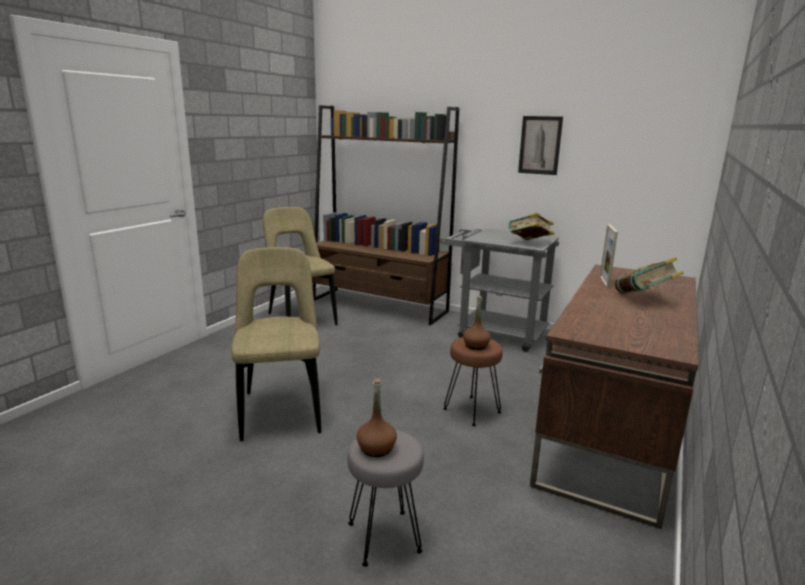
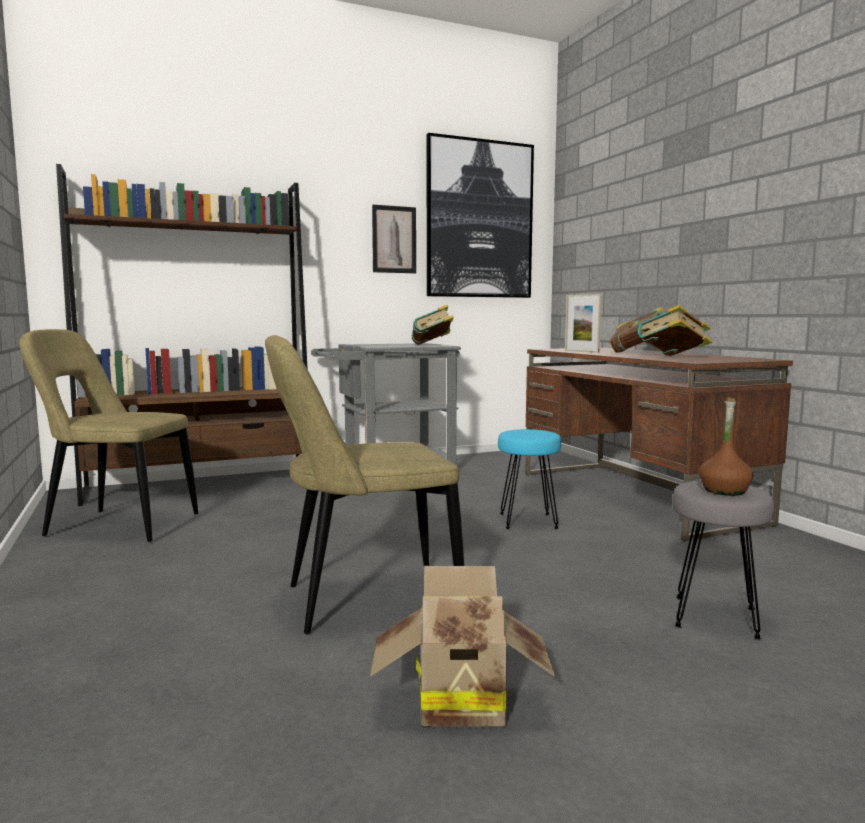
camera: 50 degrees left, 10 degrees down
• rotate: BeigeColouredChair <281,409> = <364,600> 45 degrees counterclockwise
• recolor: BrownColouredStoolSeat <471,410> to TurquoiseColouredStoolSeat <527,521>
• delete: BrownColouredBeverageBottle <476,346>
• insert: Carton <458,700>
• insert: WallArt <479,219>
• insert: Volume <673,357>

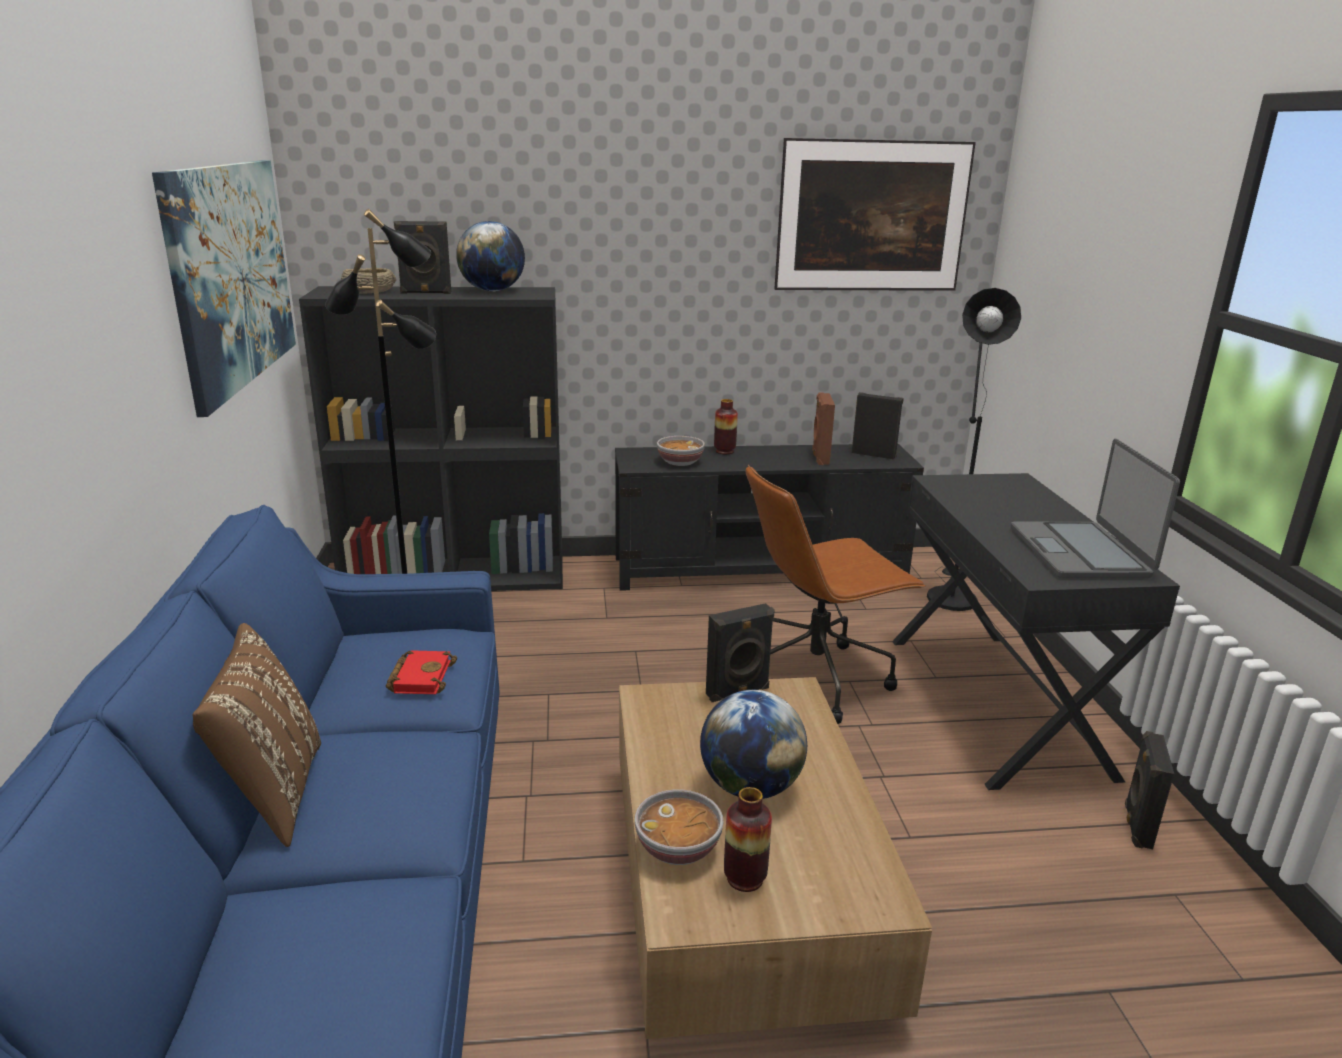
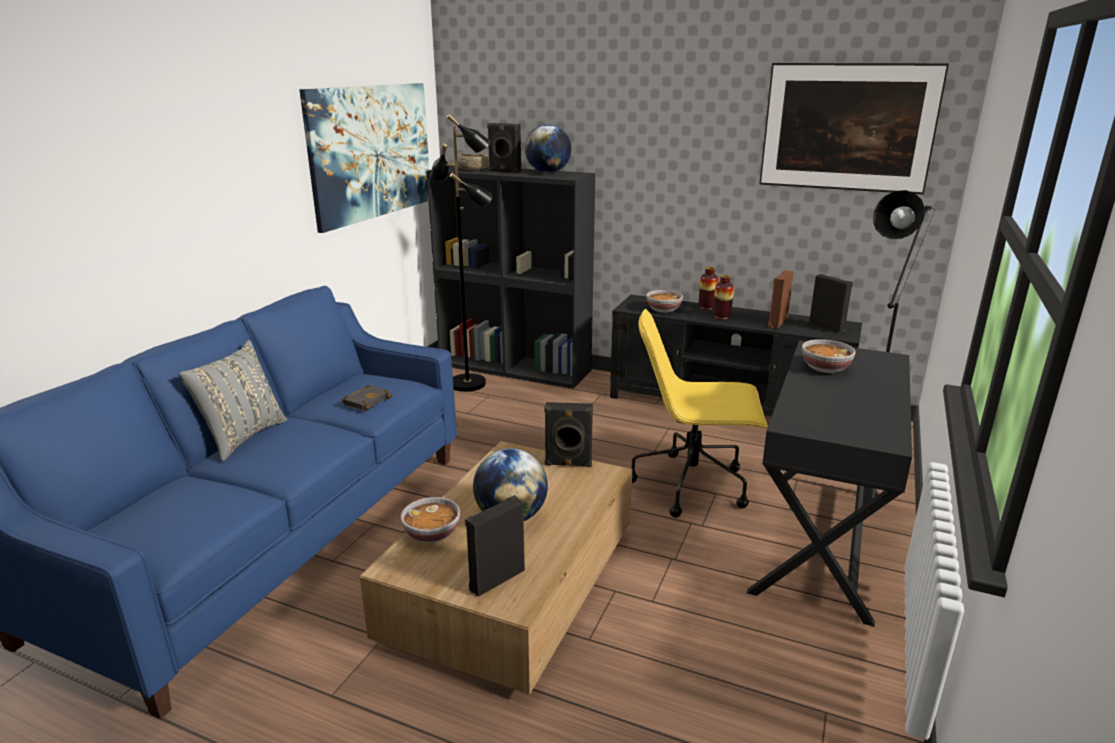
camera: 30 degrees right, 0 degrees up
• recolor: BrownColouredPillow <273,794> to GreyPillow <242,437>
• recolor: RedColouredVolume <420,676> to BlackVolume <367,401>
• move: DecorativeVase <745,878> to <721,317>
• recolor: BrownColouredComputerChair <816,678> to YellowComputerChair <692,485>
• delete: Laptop <1080,552>
• move: BlackAudioSpeaker <1136,826> to <496,579>
• insert: Bowl <824,368>

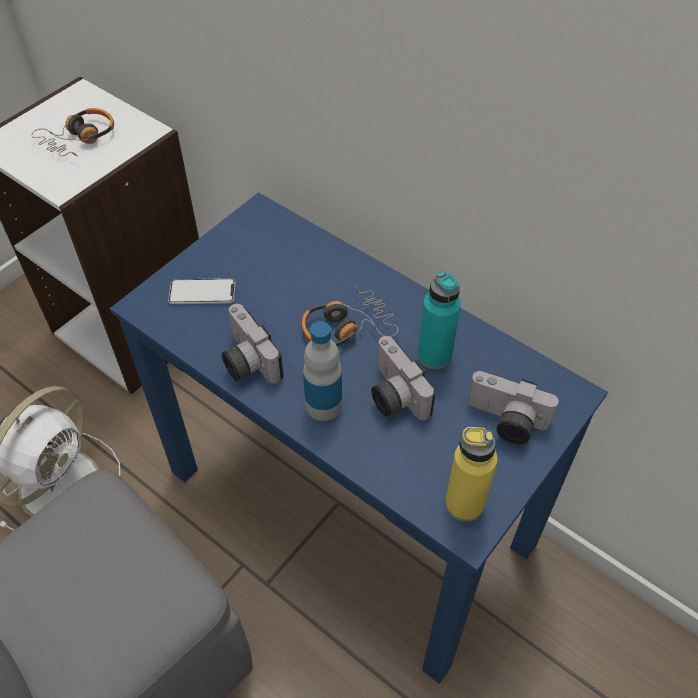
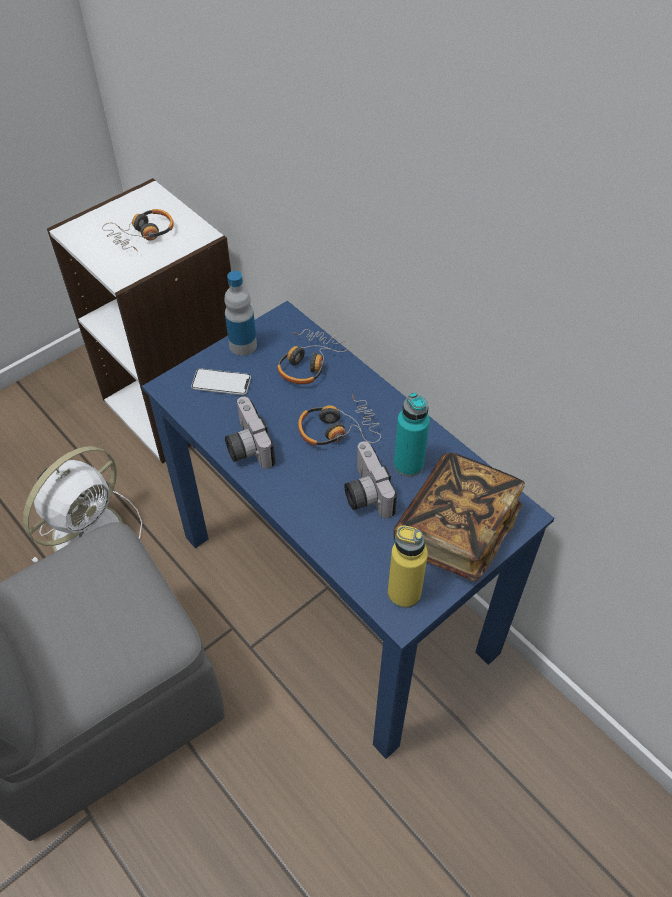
camera: 10 degrees right, 0 degrees up
• move: BeverageBottle <323,405> to <243,345>
• replace: PhotoCamera <505,422> to Volume <456,530>
• insert: PairOfHeadphones <308,362>

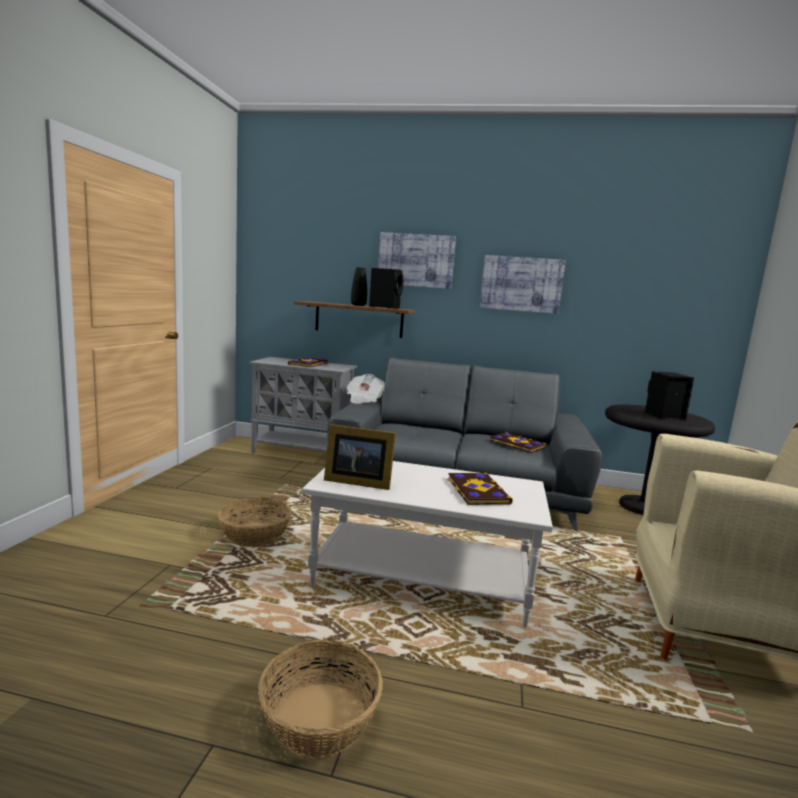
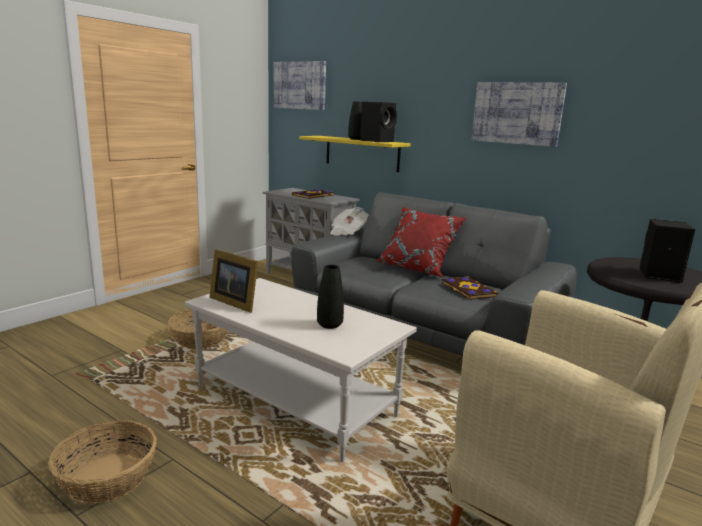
camera: 25 degrees right, 5 degrees up
• recolor: BrownColouredShelf <359,319> to YellowShelf <362,153>
• move: WallArt <416,260> to <299,85>
• replace: Volume <476,491> to BlackDecorativeVase <329,325>
• insert: RedColouredPillow <417,268>

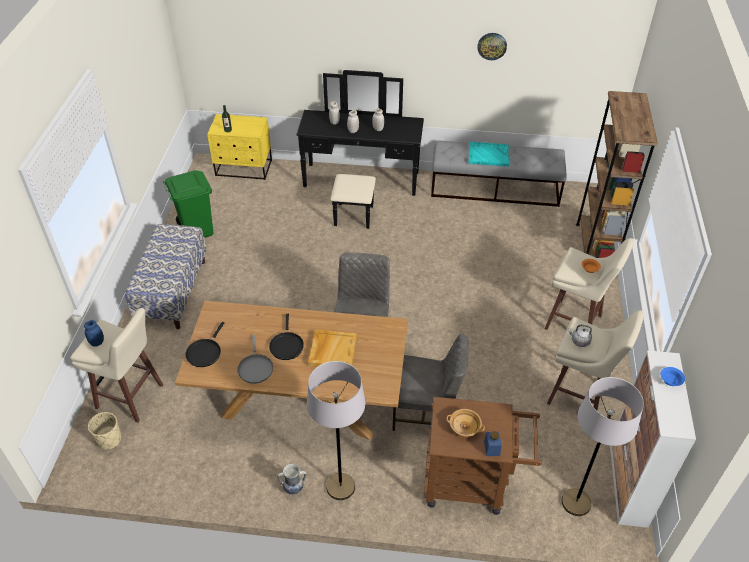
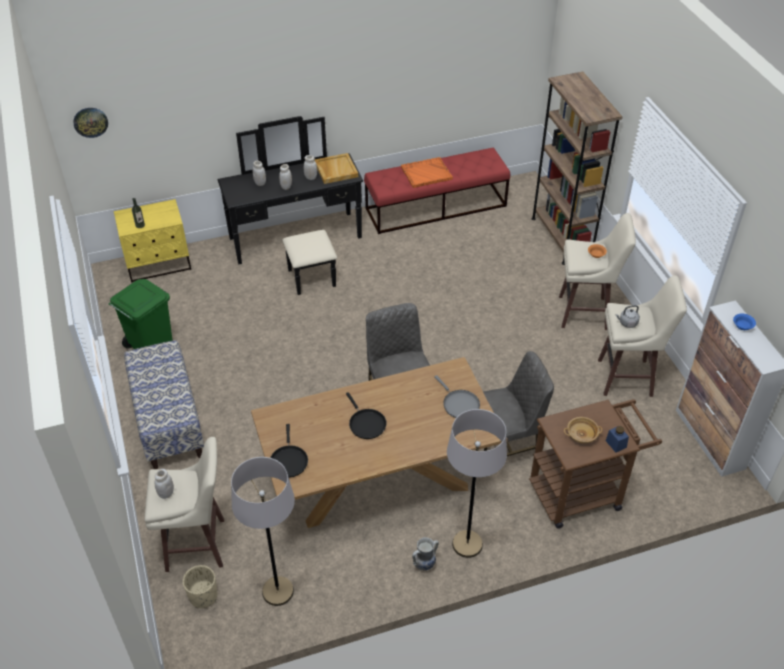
camera: 25 degrees left, 0 degrees up
• recolor: BluishStorageJar <97,342> to WhitishStorageJar <166,493>
• move: GreyPan <255,368> to <459,404>
• move: BeigeColouredServingTray <332,351> to <335,170>
• recolor: GreyBench <495,189> to RedColouredBench <436,207>
• recolor: TurquoiseColouredServingTray <488,155> to OrangeColouredServingTray <426,173>
• move: HangingClock <492,46> to <90,122>
• move: GreyStandingLamp <576,502> to <278,591>

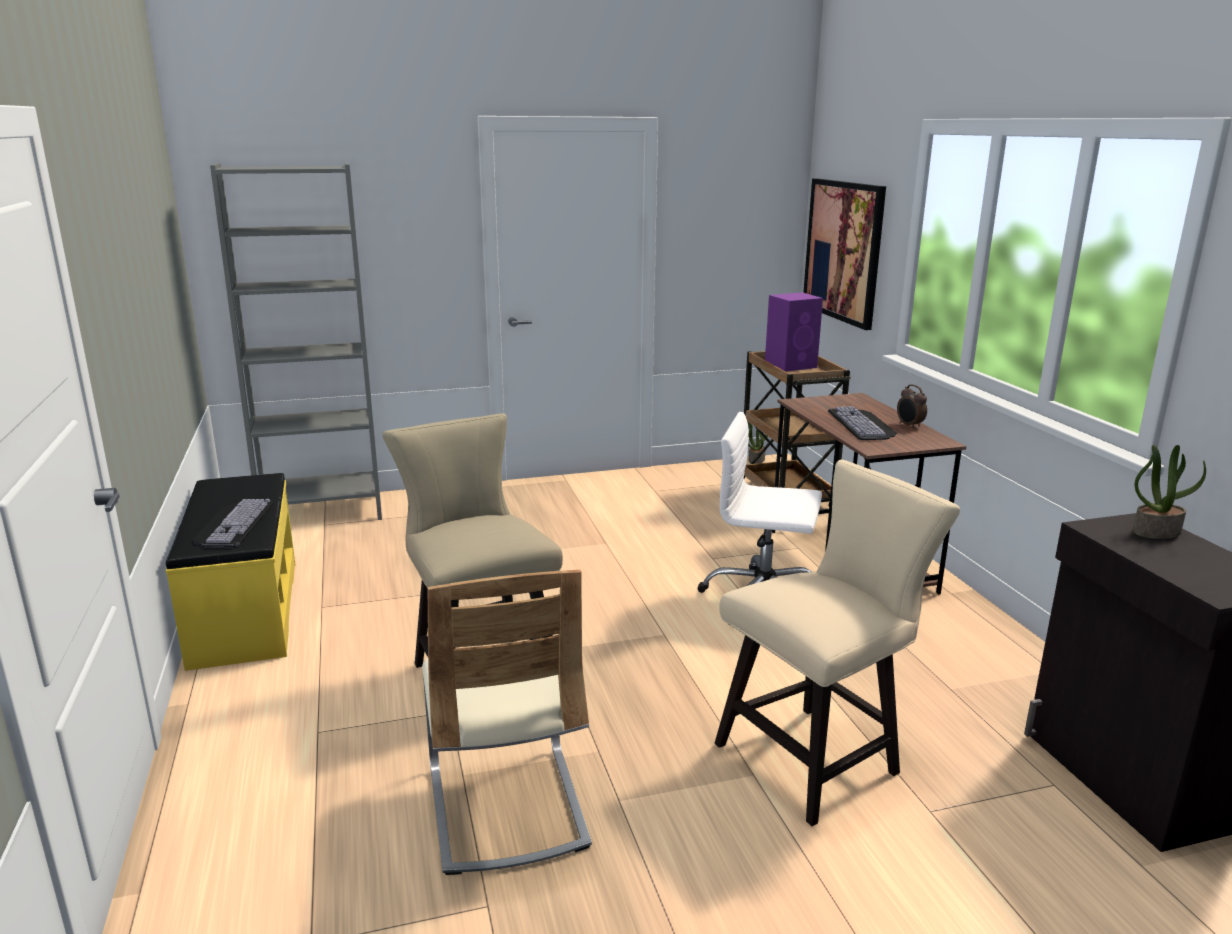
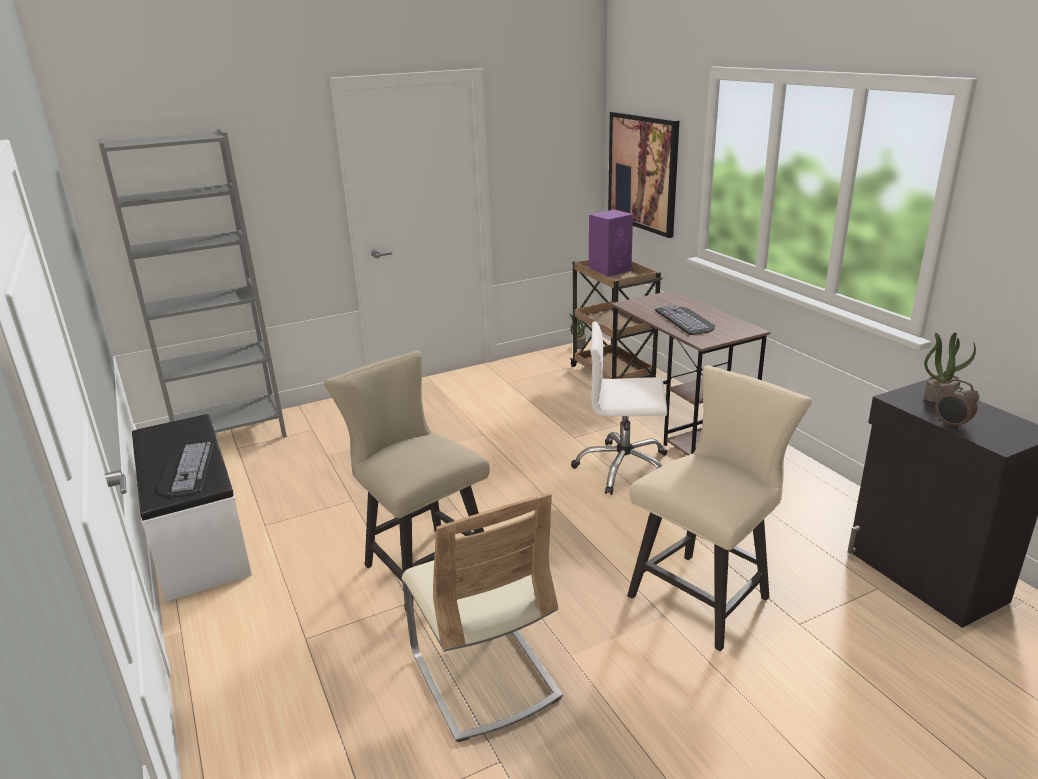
camera: 10 degrees left, 5 degrees up
• recolor: YellowBench <244,612> to WhitishBench <197,539>
• move: BedsideClock <909,426> to <951,425>

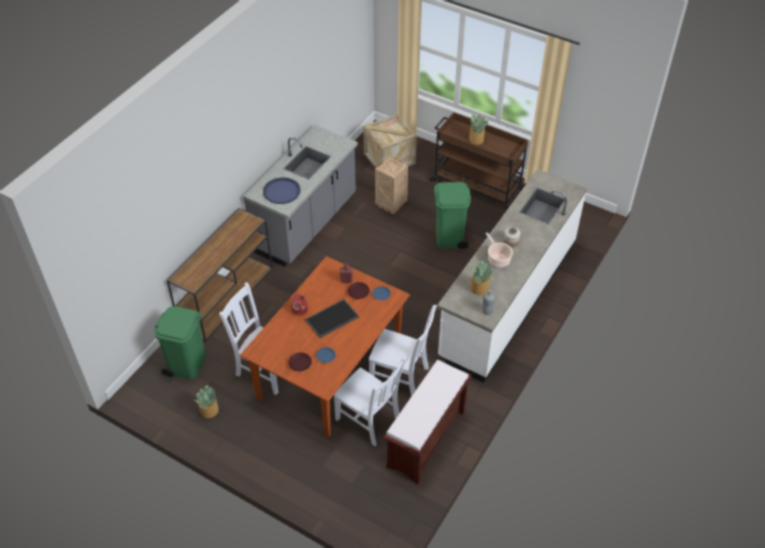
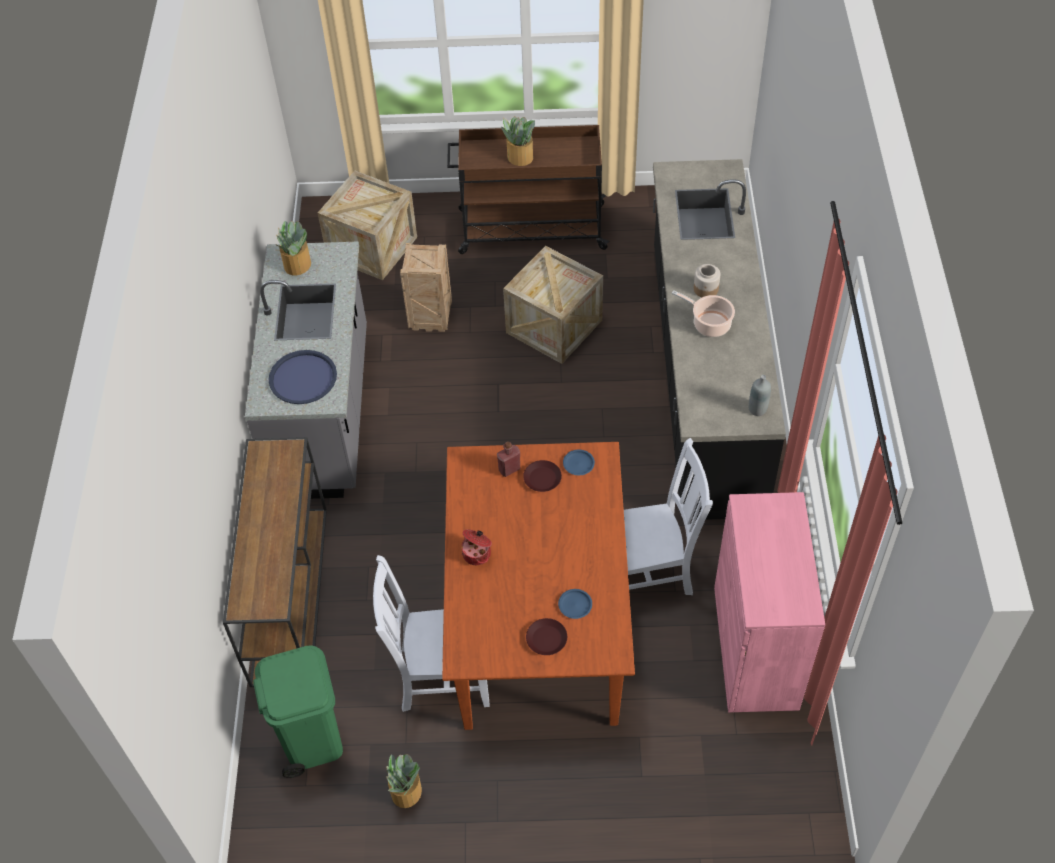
camera: 30 degrees left, 5 degrees up
• delete: ServingTray <332,319>
• delete: WhitishChair <369,420>
• replace: BrownColouredBench <426,440> to PinkishCabinet <755,647>
• replace: GreenTrashCan <449,237> to ShippingCrate <554,326>
• recolor: WhitishCounter <507,299> to BlackCounter <703,377>
• move: PlantInAPot <479,288> to <297,265>

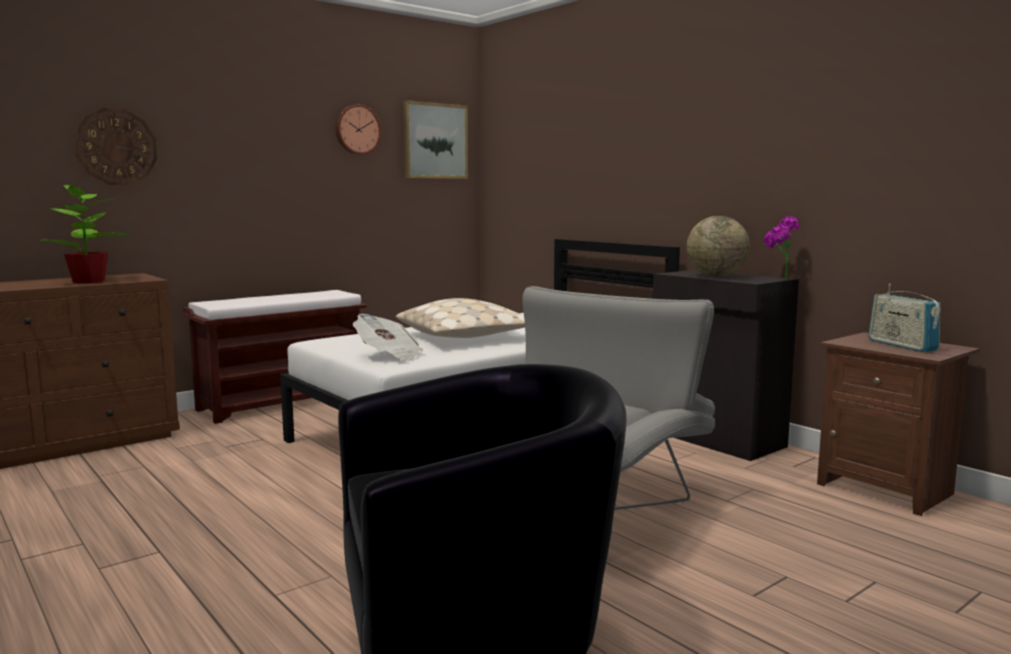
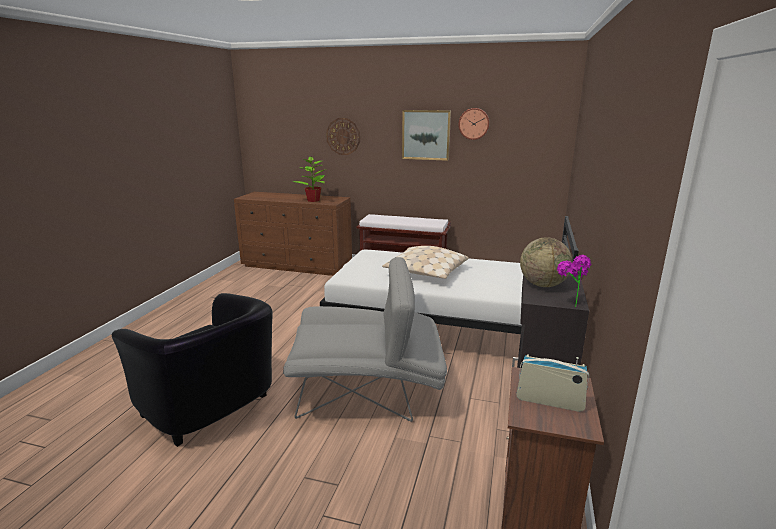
camera: 55 degrees right, 10 degrees up
• delete: DailyPaper <389,356>
• move: WallArt <435,141> to <426,135>
• rotate: RadioSet <901,345> = <549,401> 75 degrees clockwise

